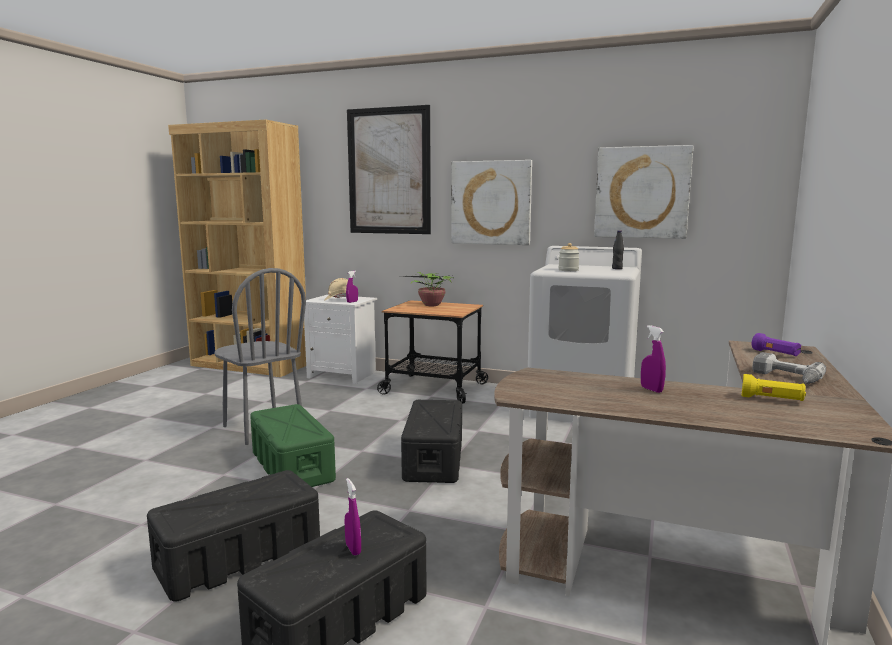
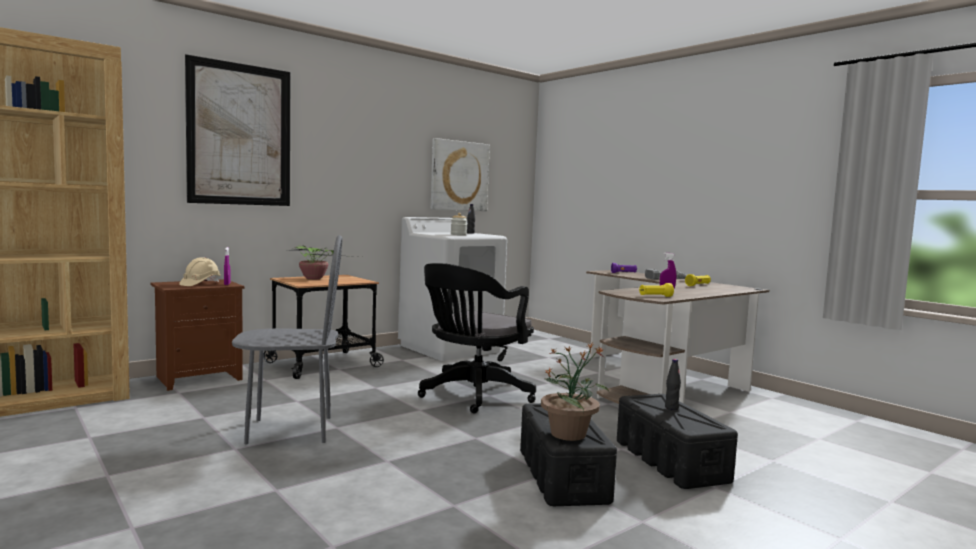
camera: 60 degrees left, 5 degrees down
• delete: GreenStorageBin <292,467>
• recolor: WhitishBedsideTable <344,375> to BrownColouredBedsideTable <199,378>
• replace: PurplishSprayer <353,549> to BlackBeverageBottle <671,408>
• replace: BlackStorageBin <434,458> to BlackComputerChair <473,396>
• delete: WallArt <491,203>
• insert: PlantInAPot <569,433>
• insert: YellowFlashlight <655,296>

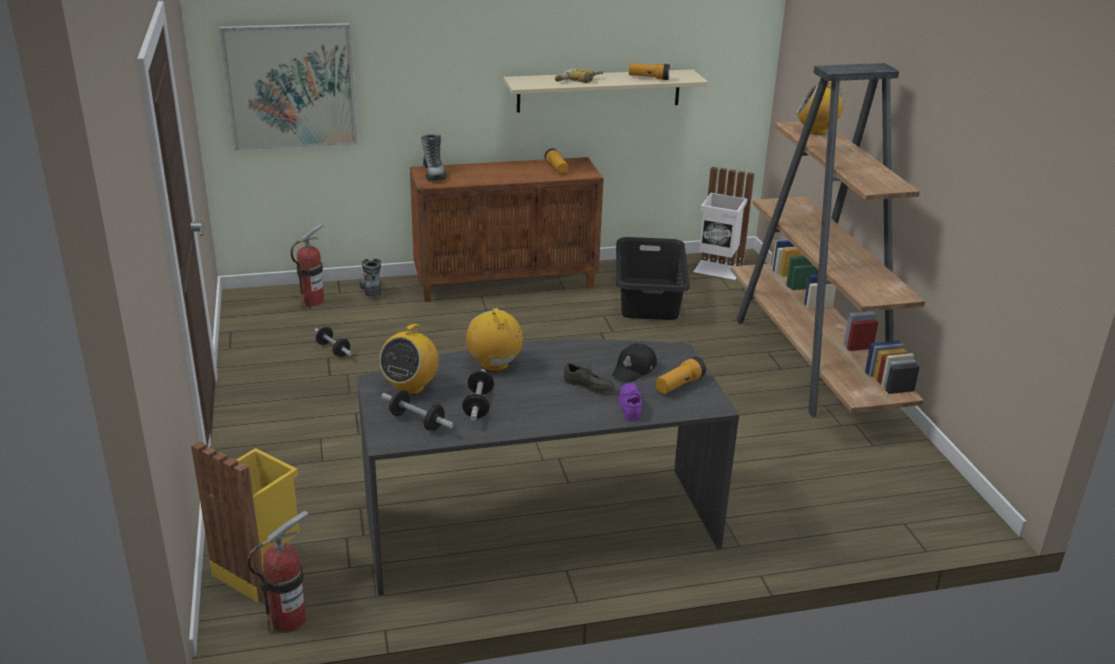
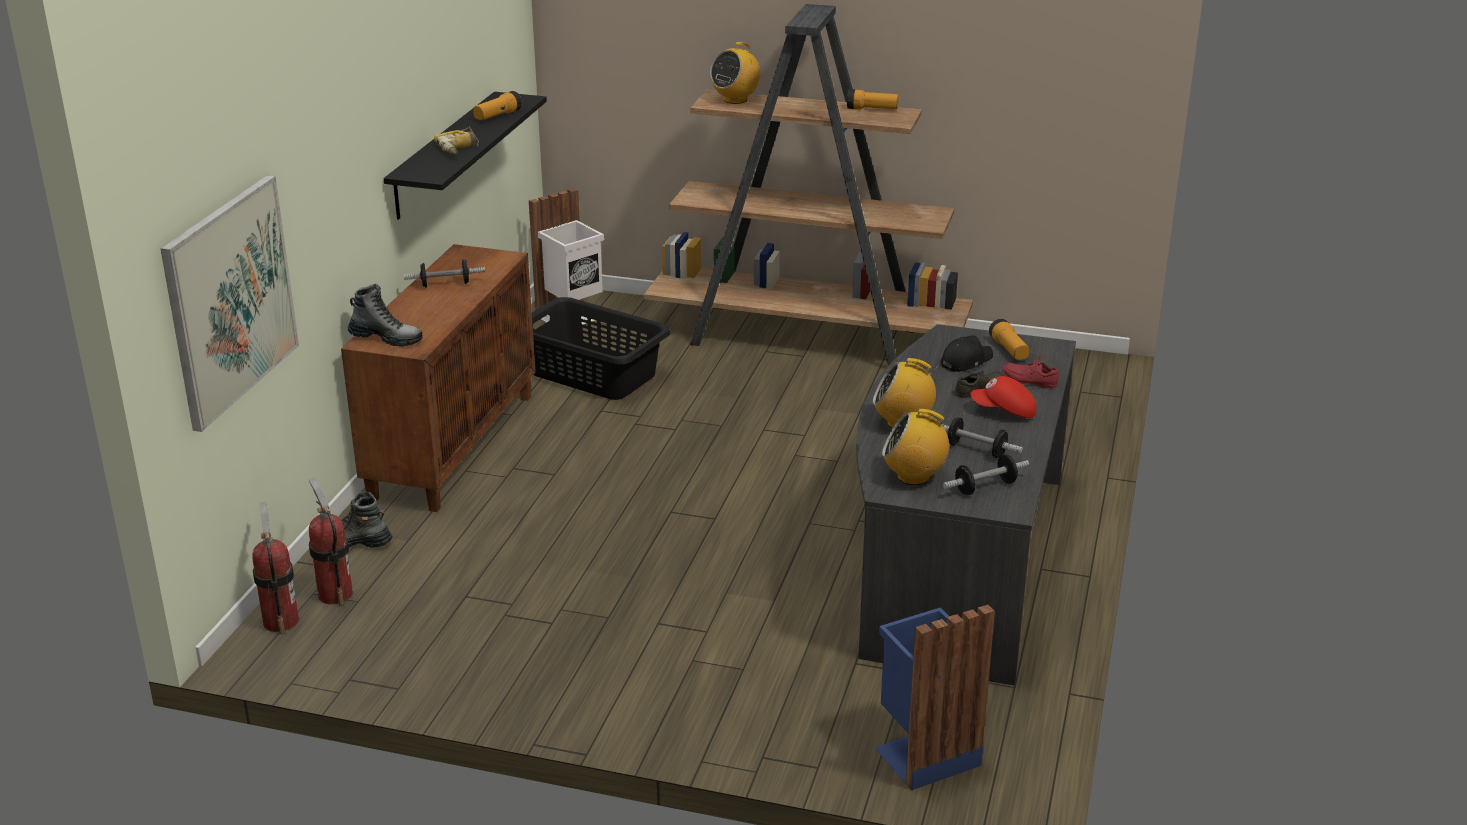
camera: 60 degrees left, 0 degrees up
• recolor: YellowTrashCan <260,570> to BluishTrashCan <924,753>
• move: FireExtinguisher <288,620> to <281,621>
• move: Dumbbell <333,350> to <445,284>
• rotate: RadioSet <410,387> = <914,476> 135 degrees clockwise
• recolor: BeigeColouredShelf <599,90> to BlackShelf <444,155>
• move: Flashlight <557,169> to <872,109>
• rotate: BlackCap <634,369> = <966,361> 105 degrees counterclockwise
• recolor: PurplishItemOfFootwear <632,406> to RedColouredItemOfFootwear <1030,380>
• insert: RedColouredCap <1004,411>

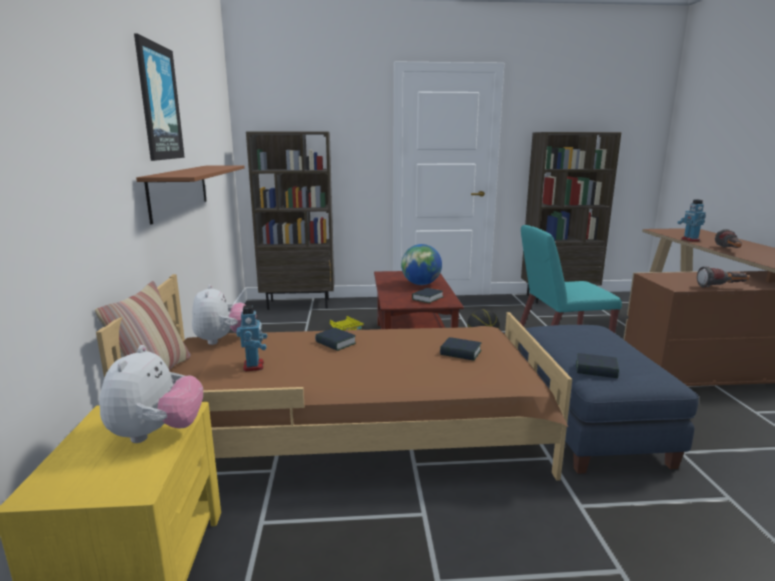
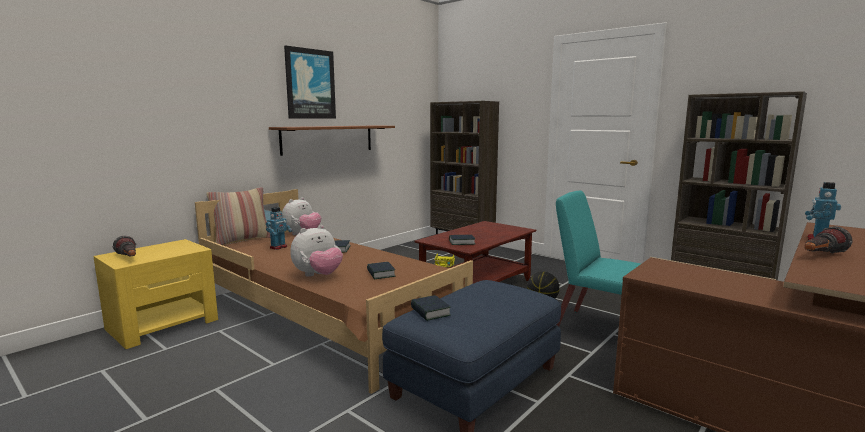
camera: 45 degrees right, 5 degrees down
• move: SoftToy <156,433> to <318,275>
• delete: DeskGlobe <421,284>
• move: Flashlight <722,287> to <129,258>

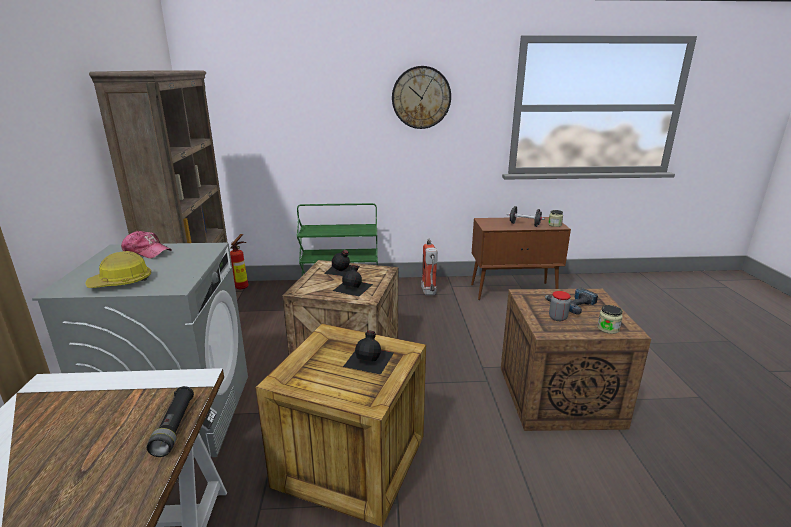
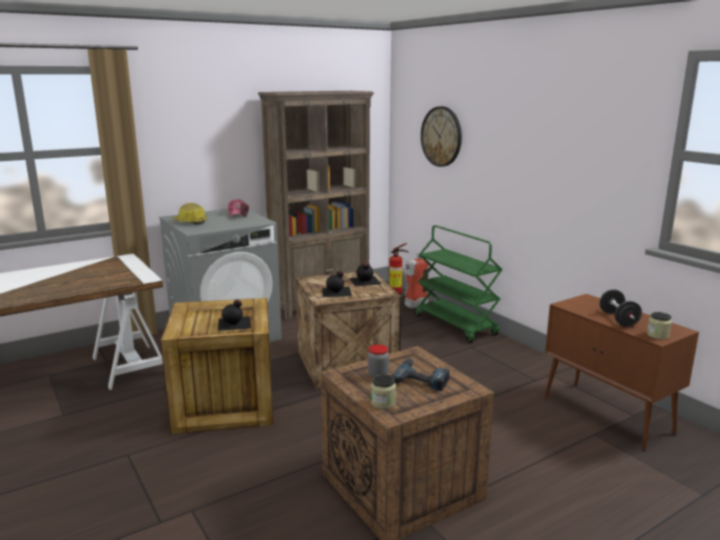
camera: 60 degrees right, 5 degrees down
• delete: BlackFlashlight <174,427>
• move: HangingClock <421,97> to <441,136>
• move: FireExtinguisher <429,293> to <412,306>

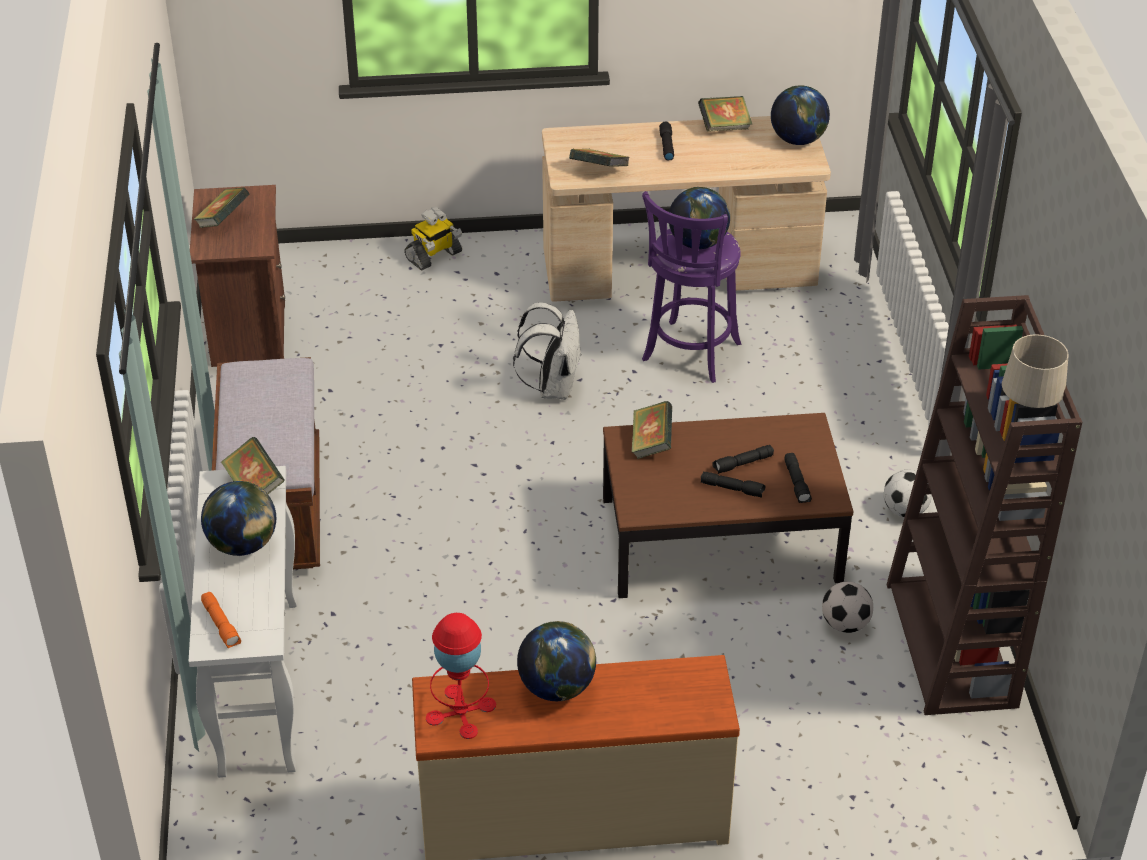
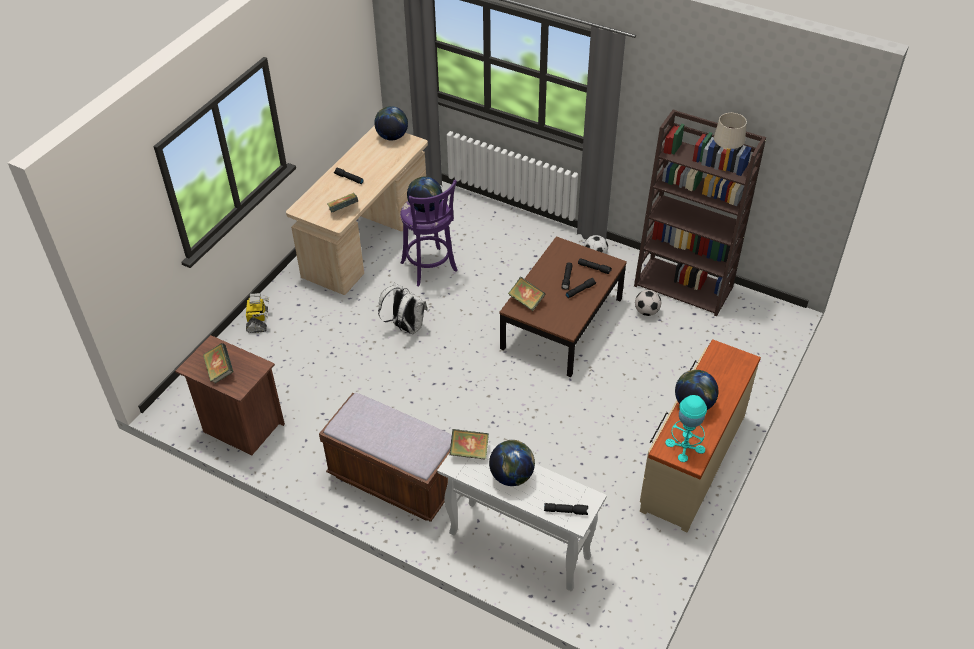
camera: 55 degrees left, 5 degrees up
• recolor: OrangeColouredFlashlight <221,625> to BlackFlashlight <566,511>
• recolor: RedColouredLampForATable <461,711> to TurquoiseColouredLampForATable <685,446>
• delete: Volume <724,127>

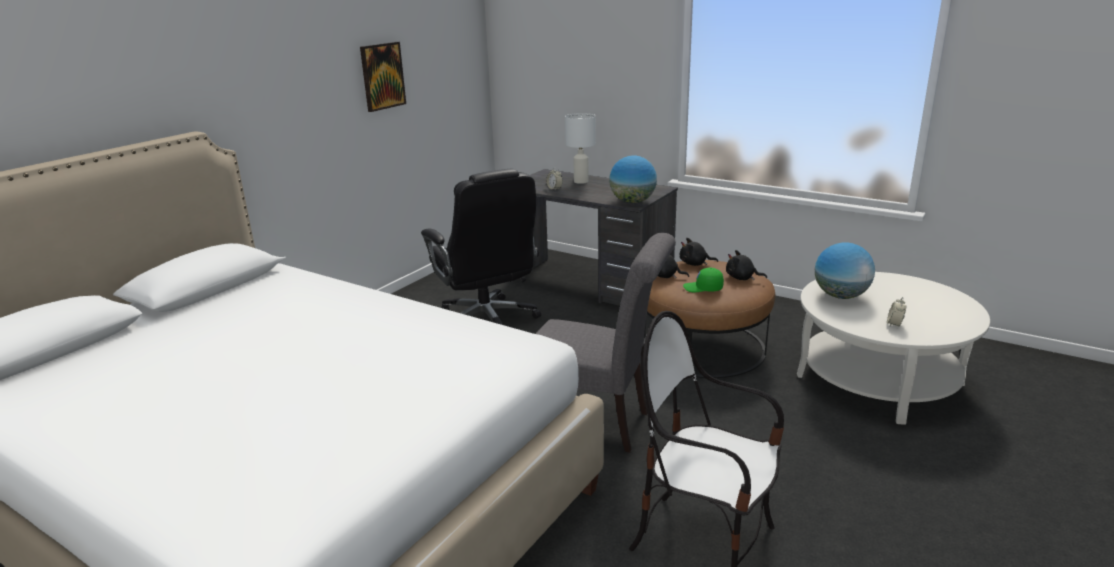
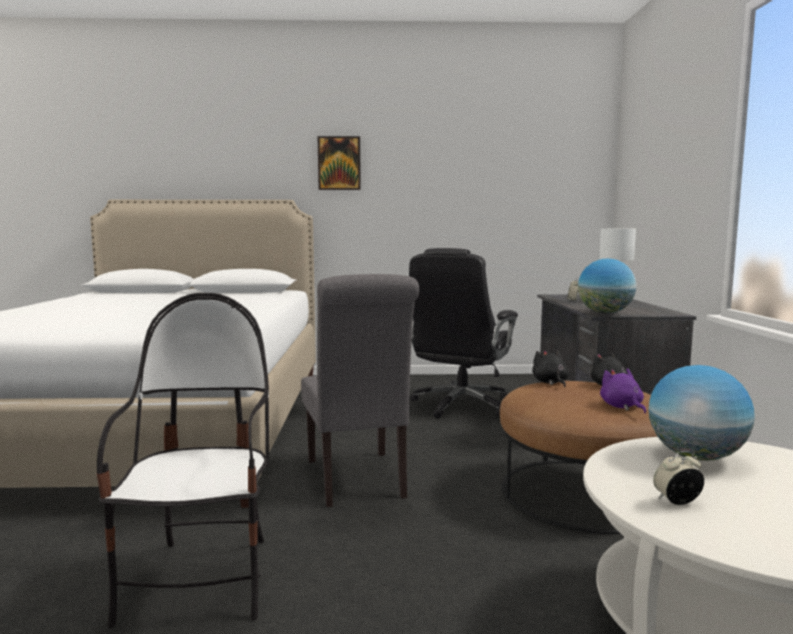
camera: 55 degrees right, 15 degrees down
• move: WallArt <382,76> to <339,163>
• delete: GreenCap <703,288>
• recolor: BlackSoftToy <742,278> to PurplishSoftToy <622,407>

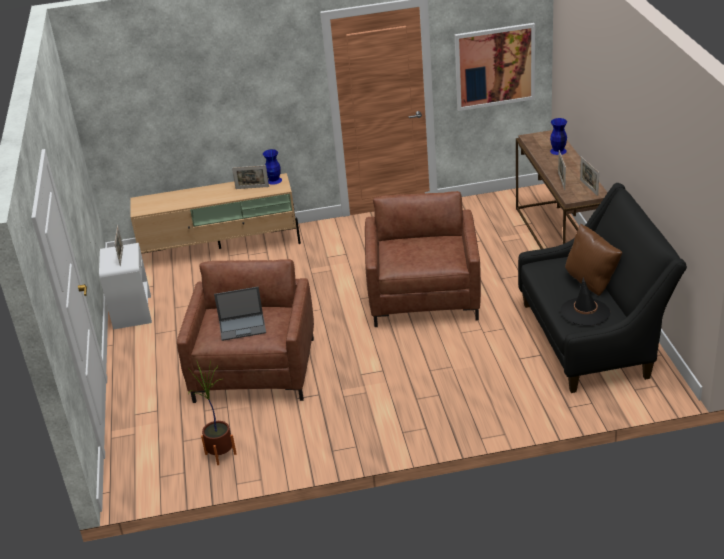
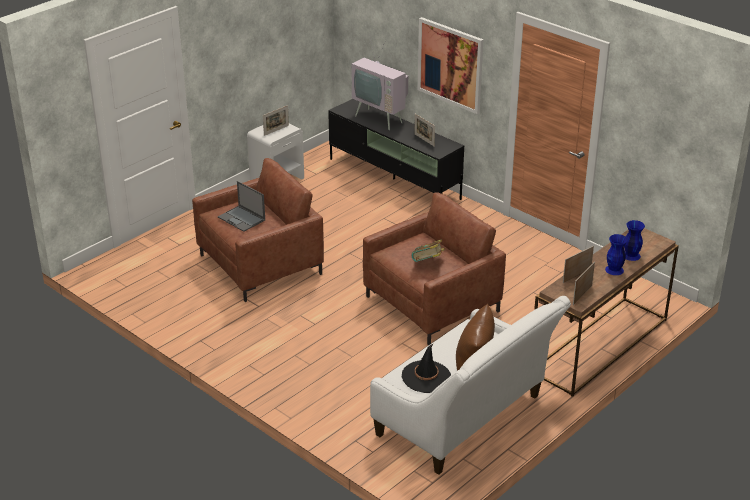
camera: 50 degrees right, 0 degrees up
• recolor: BeigeColouredTvStand <221,248> to BlackTvStand <394,179>
• delete: PlantInAPot <220,454>
• move: BluishDecorativeVase <274,180> to <614,270>
• move: WallArt <494,66> to <450,65>
• recolor: BlackCouch <592,338> to WhitishCouch <466,420>
• insert: Television <381,118>
• insert: Volume <427,263>

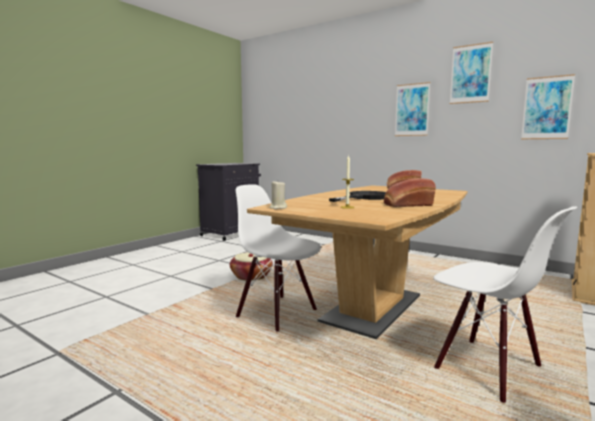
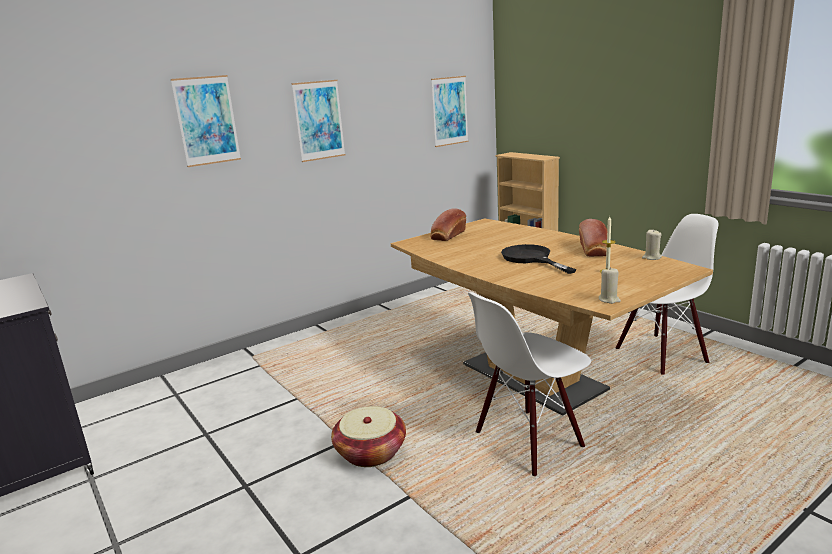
camera: 70 degrees left, 10 degrees up
• move: WallArt <470,74> to <207,121>
• insert: BeigeColouredCandle <651,257>

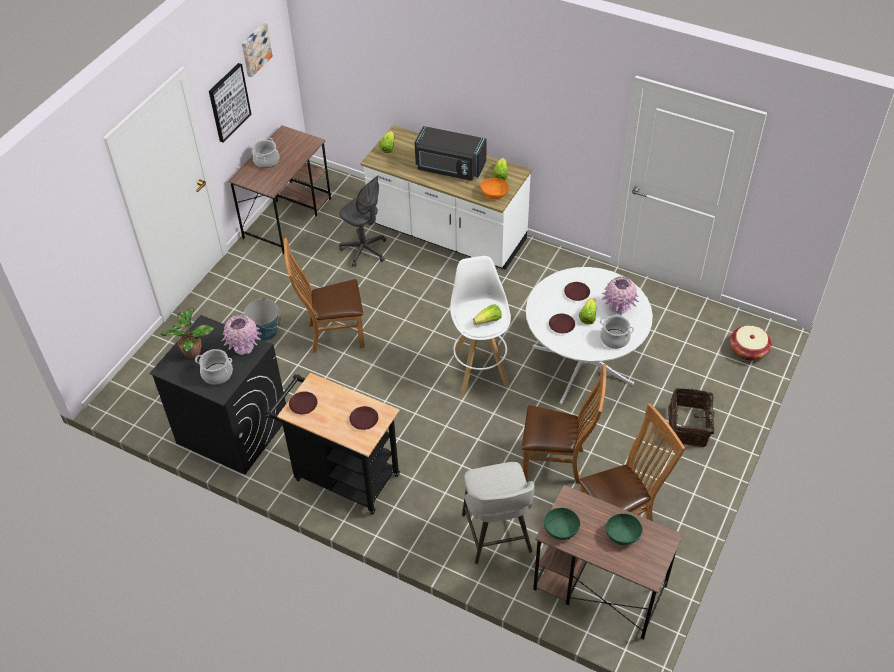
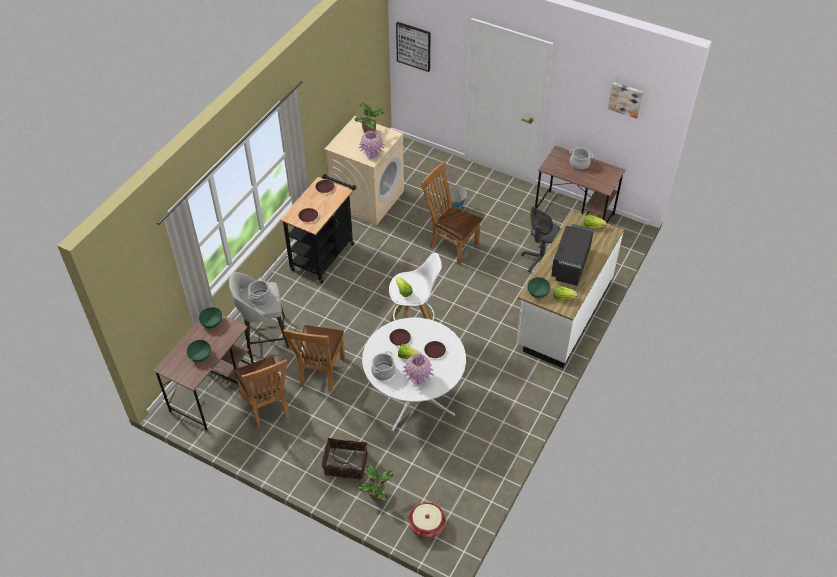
camera: 90 degrees right, 0 degrees up
• recolor: BlackLaundryMachine <232,430> to BeigeColouredLaundryMachine <368,199>
• move: CookingPot <217,374> to <260,298>
• move: WallArt <229,102> to <414,46>
• rotate: BrownColouredChair <332,334> = <451,245> 45 degrees counterclockwise
• recolor: OrangeColouredBowl <494,194> to GreenBowl <538,292>
• insert: PlantInAPot <377,494>

